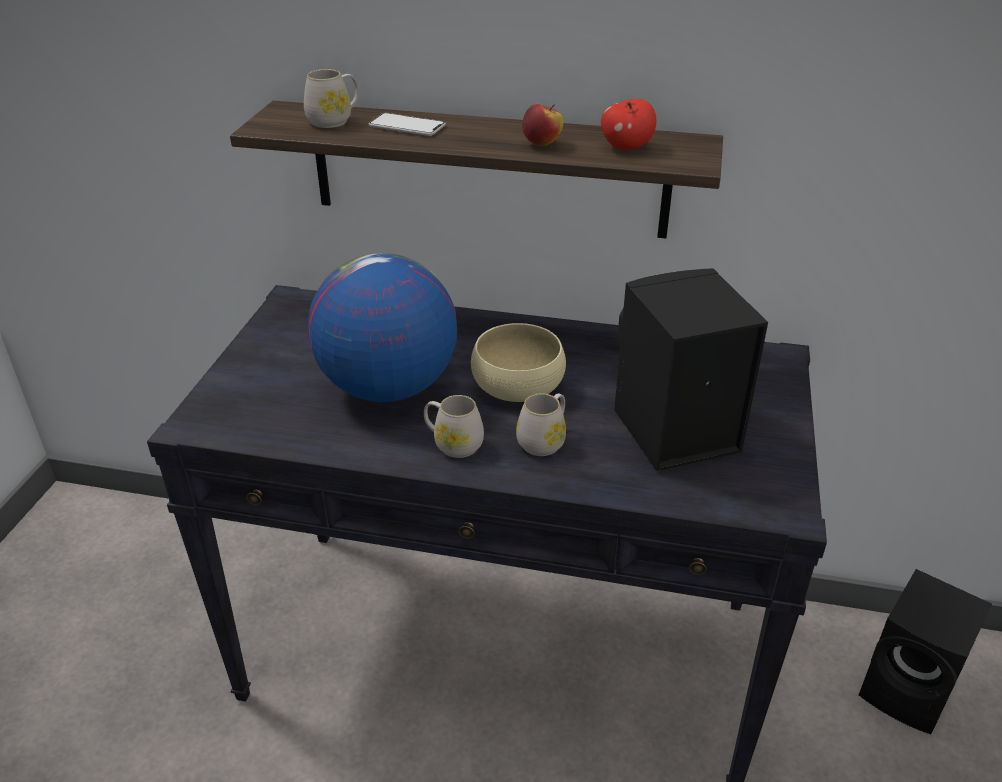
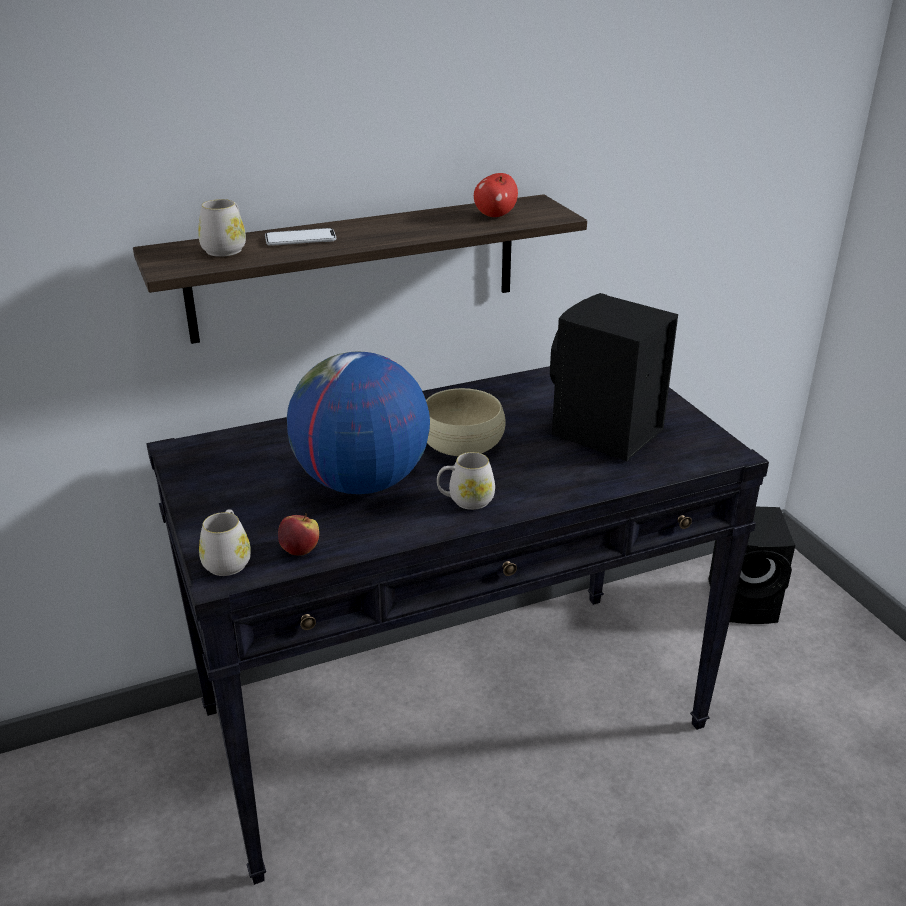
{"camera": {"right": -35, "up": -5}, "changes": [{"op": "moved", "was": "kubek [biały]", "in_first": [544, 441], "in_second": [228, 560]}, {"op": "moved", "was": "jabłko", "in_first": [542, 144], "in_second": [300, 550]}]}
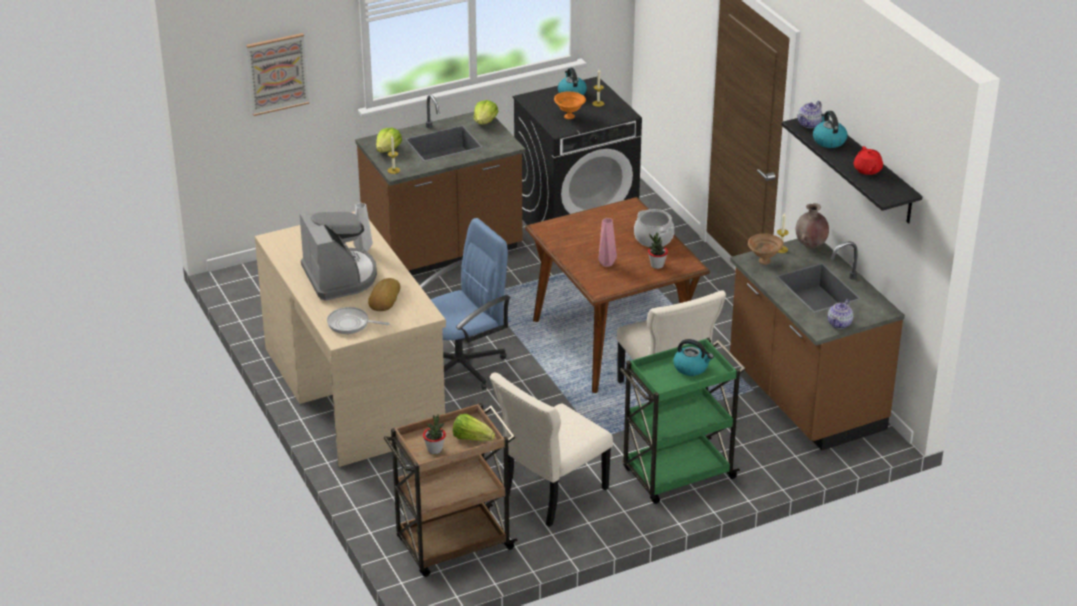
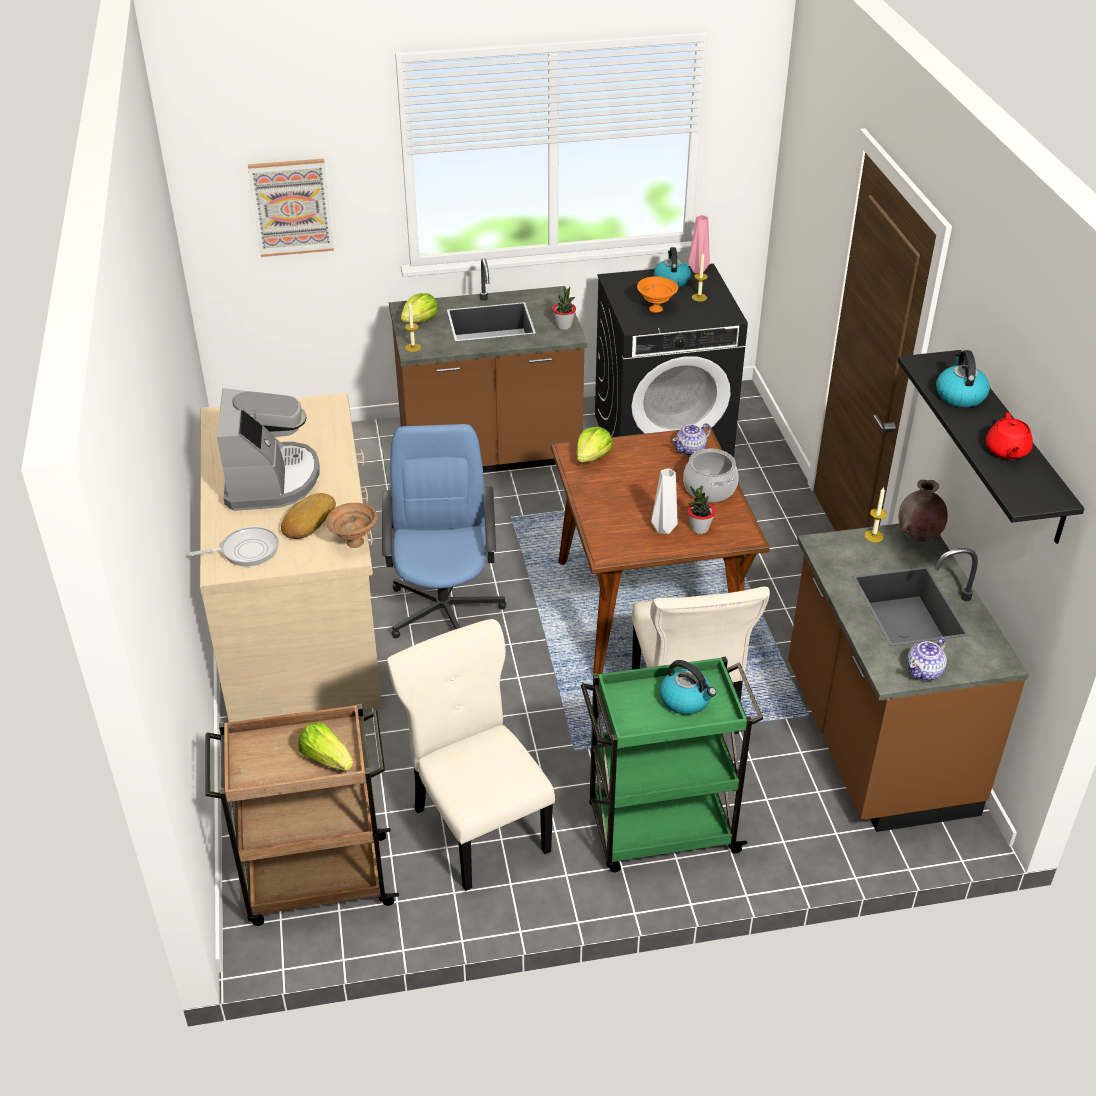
{"camera": {"right": 15, "up": 5}, "changes": [{"op": "moved", "was": "wazon [biały]", "in_first": [364, 249], "in_second": [665, 529]}, {"op": "moved", "was": "roślina doniczkowa", "in_first": [434, 449], "in_second": [564, 326]}, {"op": "moved", "was": "sałata", "in_first": [485, 122], "in_second": [592, 457]}, {"op": "moved", "was": "wazon [różowy]", "in_first": [606, 264], "in_second": [698, 271]}, {"op": "moved", "was": "miska [brązowy]", "in_first": [764, 262], "in_second": [354, 543]}, {"op": "moved", "was": "imbryk", "in_first": [809, 124], "in_second": [691, 450]}, {"op": "turned", "was": "patelnia", "in_first": [351, 324], "in_second": [246, 551], "clockwise": 135}, {"op": "turned", "was": "krzesło biurowe [niebieski]", "in_first": [461, 365], "in_second": [445, 609], "clockwise": -75}, {"op": "turned", "was": "krzesło [beżowy]", "in_first": [551, 494], "in_second": [479, 825], "clockwise": 90}]}
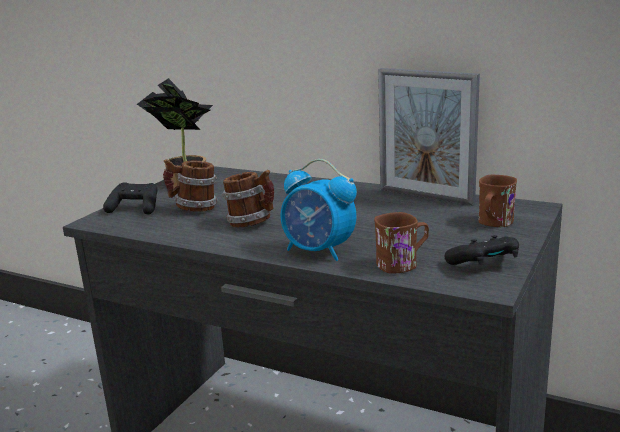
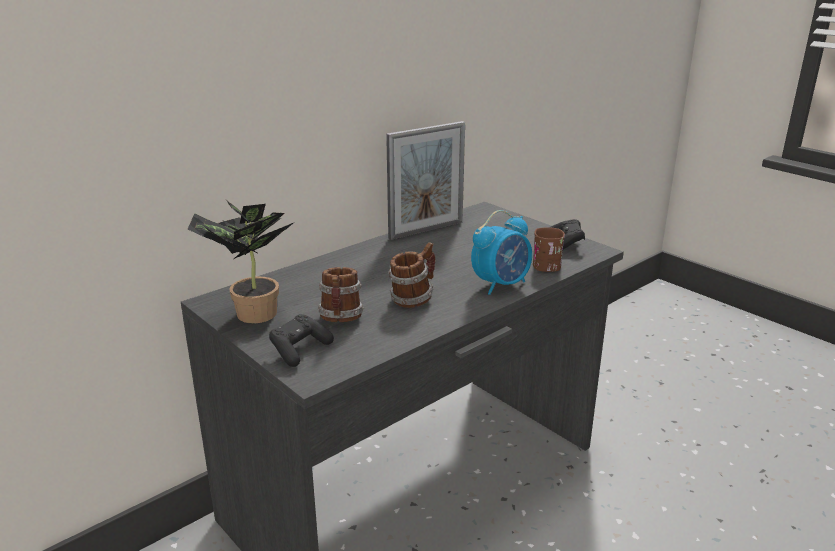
{"camera": {"right": -70, "up": 5}, "changes": [{"op": "removed", "was": "kubek [brązowy]", "in_first": [493, 223]}]}
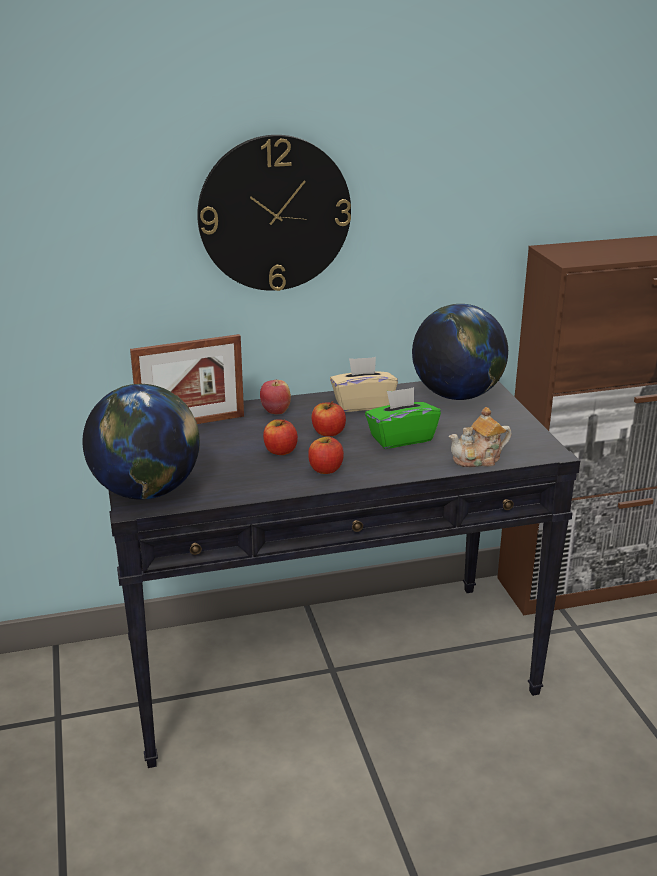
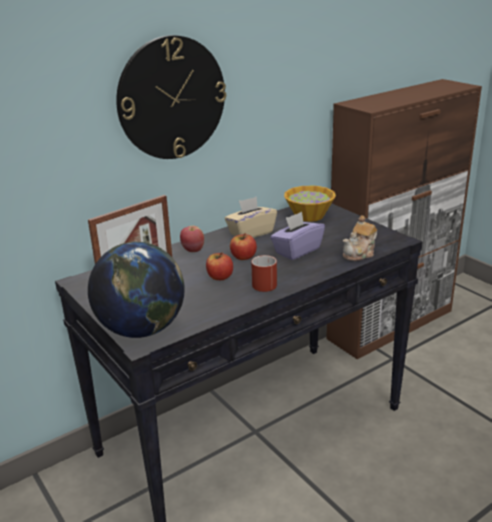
{"camera": {"right": -20, "up": 0}, "changes": [{"op": "replaced", "was": "jabłko", "now": "kubek [czerwony]", "in_first": [325, 469], "in_second": [263, 283]}, {"op": "replaced", "was": "globus", "now": "miska", "in_first": [457, 396], "in_second": [309, 215]}, {"op": "recoloured", "was": "pudełko chusteczek [zielony]", "now": "pudełko chusteczek [fioletowy]", "in_first": [401, 438], "in_second": [297, 251]}]}
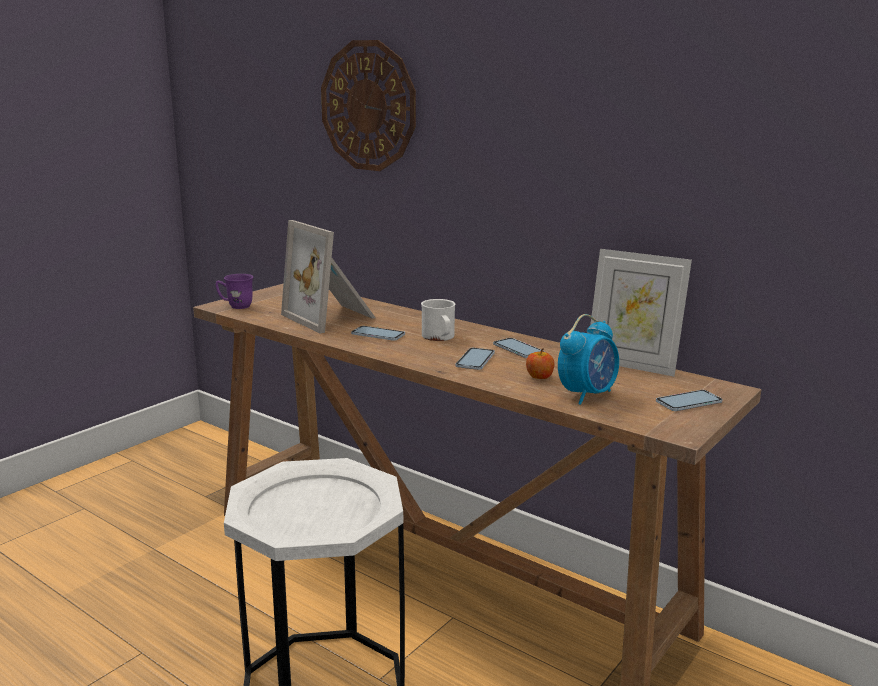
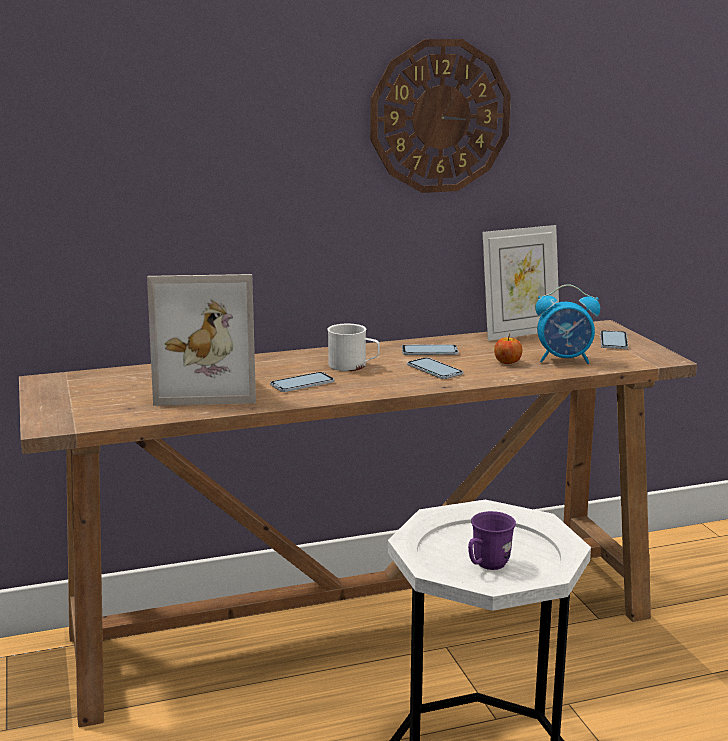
{"camera": {"right": -55, "up": 0}, "changes": [{"op": "moved", "was": "kubek [fioletowy]", "in_first": [235, 306], "in_second": [486, 566]}, {"op": "moved", "was": "zegar ścienny", "in_first": [368, 106], "in_second": [440, 116]}, {"op": "turned", "was": "budzik", "in_first": [587, 394], "in_second": [564, 360], "clockwise": 105}]}
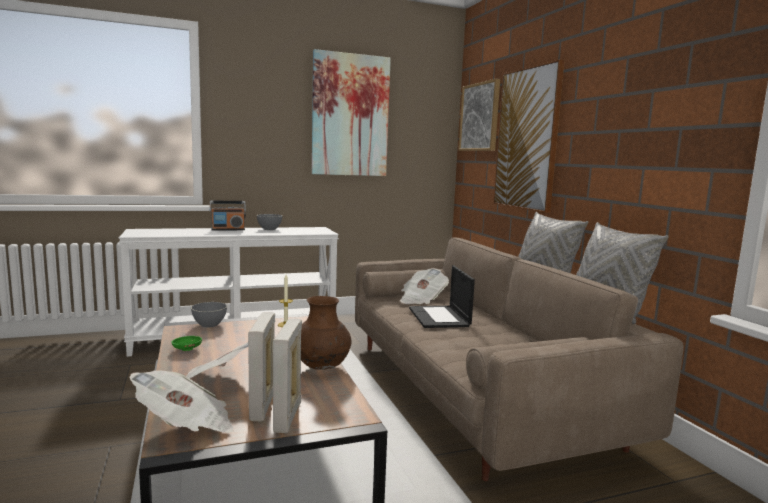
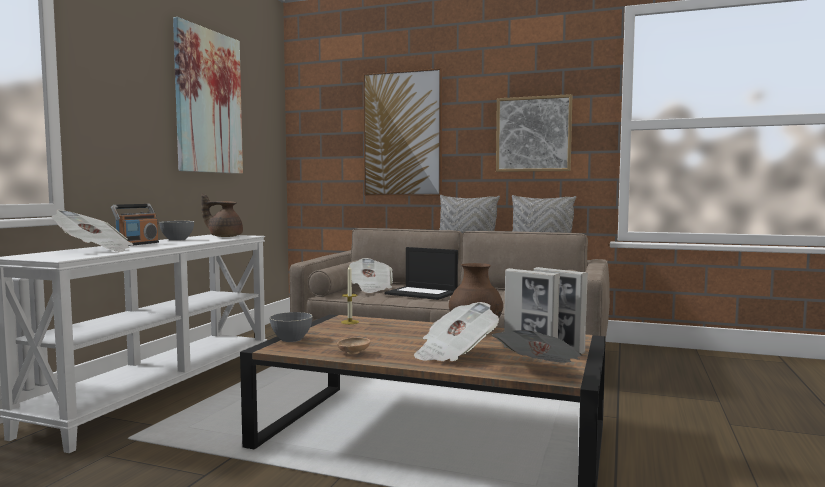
{"camera": {"right": -50, "up": -5}, "changes": [{"op": "added", "now": "gazeta", "in_second": [95, 250]}, {"op": "added", "now": "imbryk [brązowy]", "in_second": [224, 236]}, {"op": "moved", "was": "obraz", "in_first": [479, 117], "in_second": [533, 134]}, {"op": "recoloured", "was": "miska [zielony]", "now": "miska [brązowy]", "in_first": [187, 350], "in_second": [353, 353]}]}
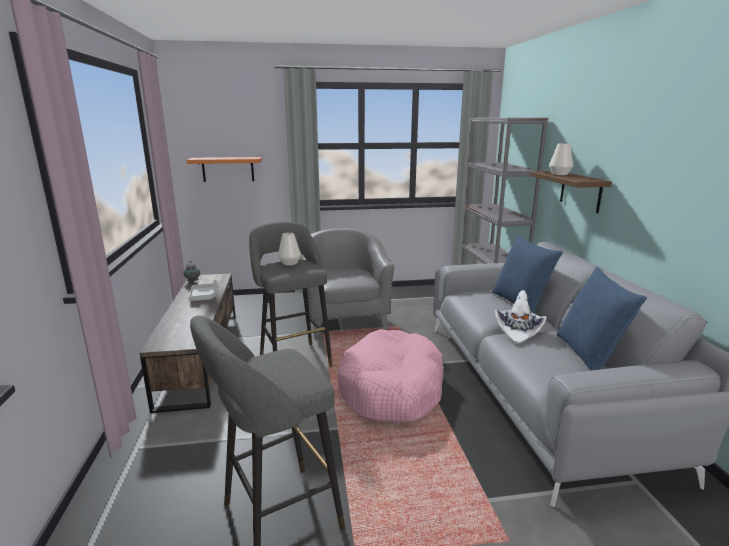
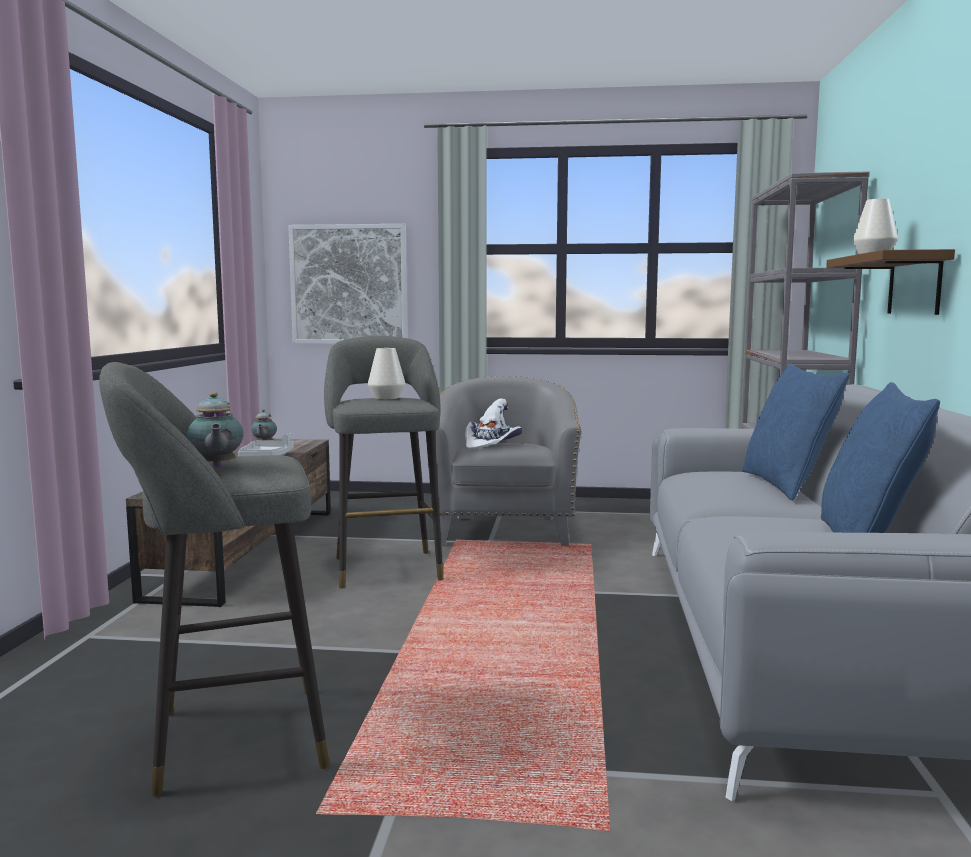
{"camera": {"right": 15, "up": -10}, "changes": [{"op": "removed", "was": "legowisko [różowy]", "in_first": [392, 389]}, {"op": "added", "now": "imbryk", "in_second": [216, 467]}, {"op": "moved", "was": "kapelusz [biały]", "in_first": [518, 330], "in_second": [491, 444]}, {"op": "replaced", "was": "półka [pomarańczowy]", "now": "obraz", "in_first": [228, 169], "in_second": [349, 285]}]}
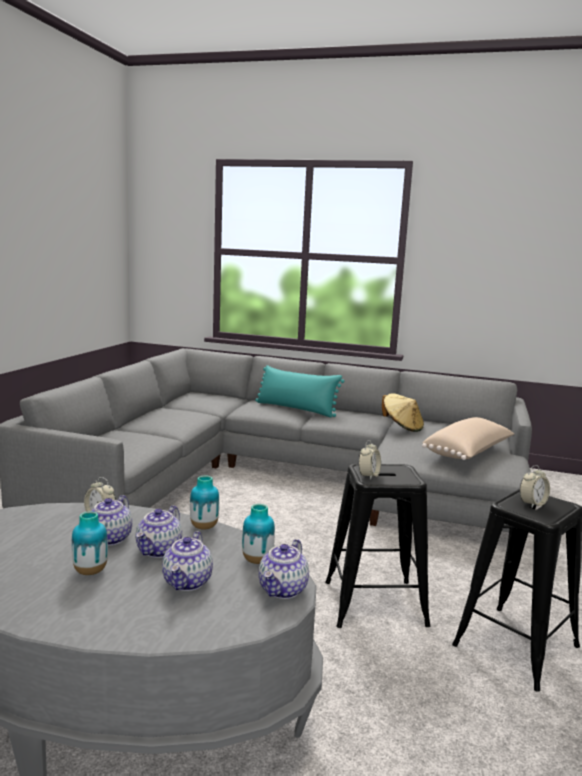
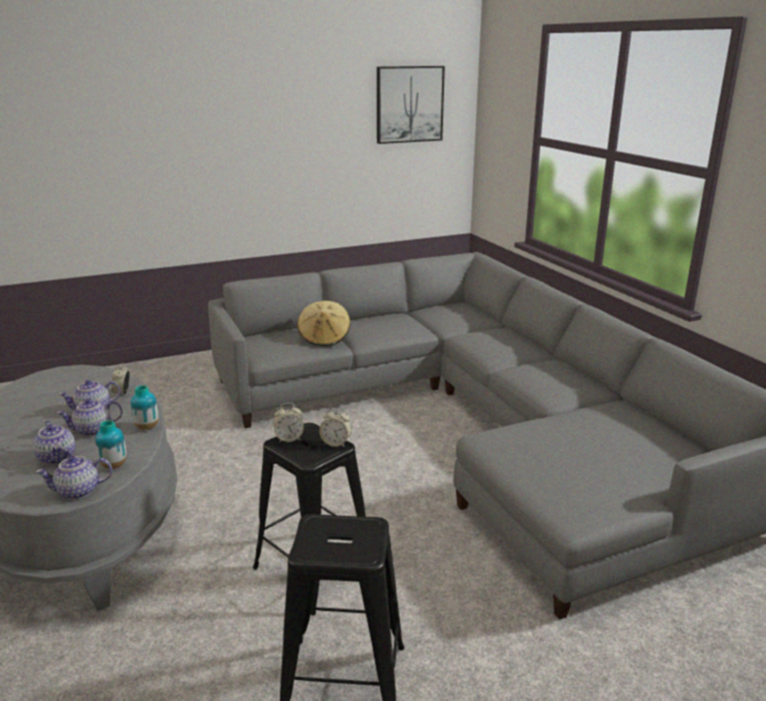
{"camera": {"right": 50, "up": 10}, "changes": [{"op": "removed", "was": "wazon", "in_first": [90, 571]}, {"op": "removed", "was": "poduszka [turkusowy]", "in_first": [296, 409]}, {"op": "removed", "was": "poduszka [beżowy]", "in_first": [469, 453]}, {"op": "added", "now": "obraz", "in_second": [409, 104]}, {"op": "moved", "was": "kapelusz [beżowy]", "in_first": [402, 427], "in_second": [324, 338]}, {"op": "moved", "was": "budzik", "in_first": [532, 504], "in_second": [336, 443]}, {"op": "turned", "was": "imbryk", "in_first": [188, 582], "in_second": [57, 457], "clockwise": -90}]}
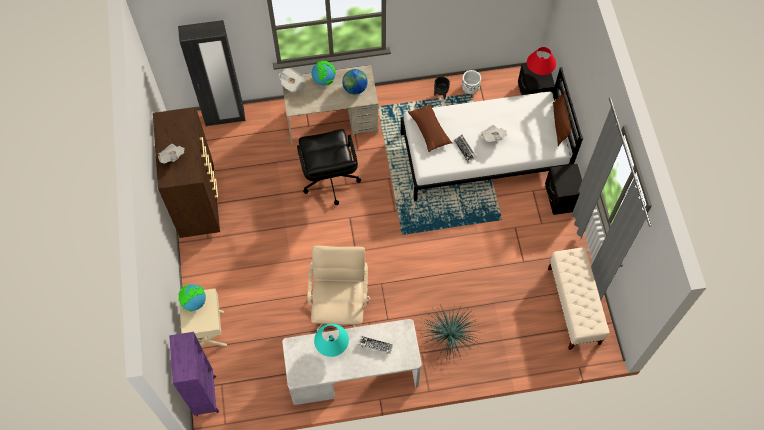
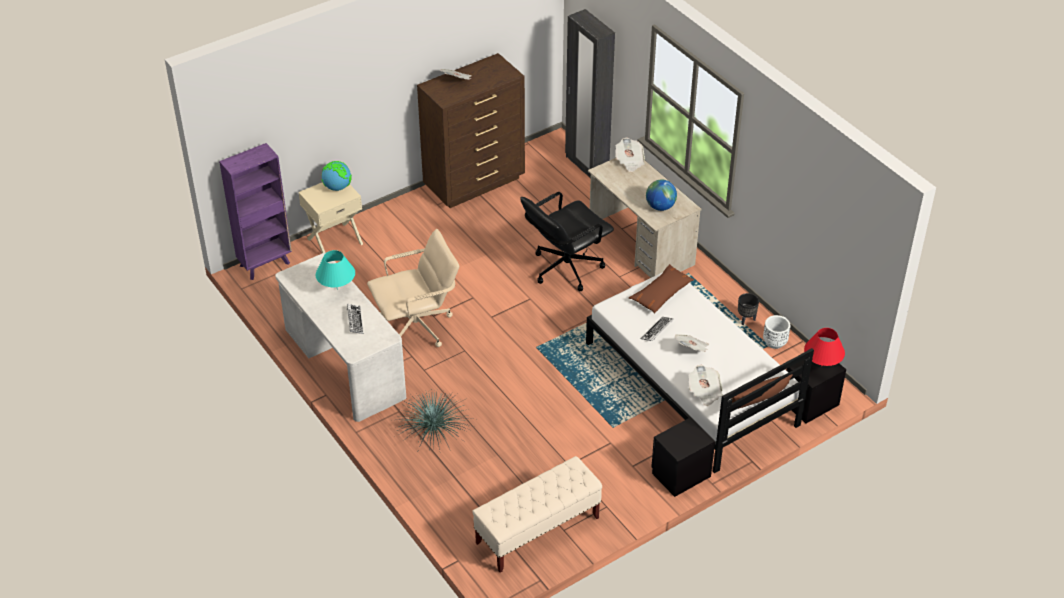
{"camera": {"right": 65, "up": -20}, "changes": [{"op": "removed", "was": "globus", "in_first": [324, 80]}, {"op": "added", "now": "gazeta", "in_second": [704, 392]}]}
